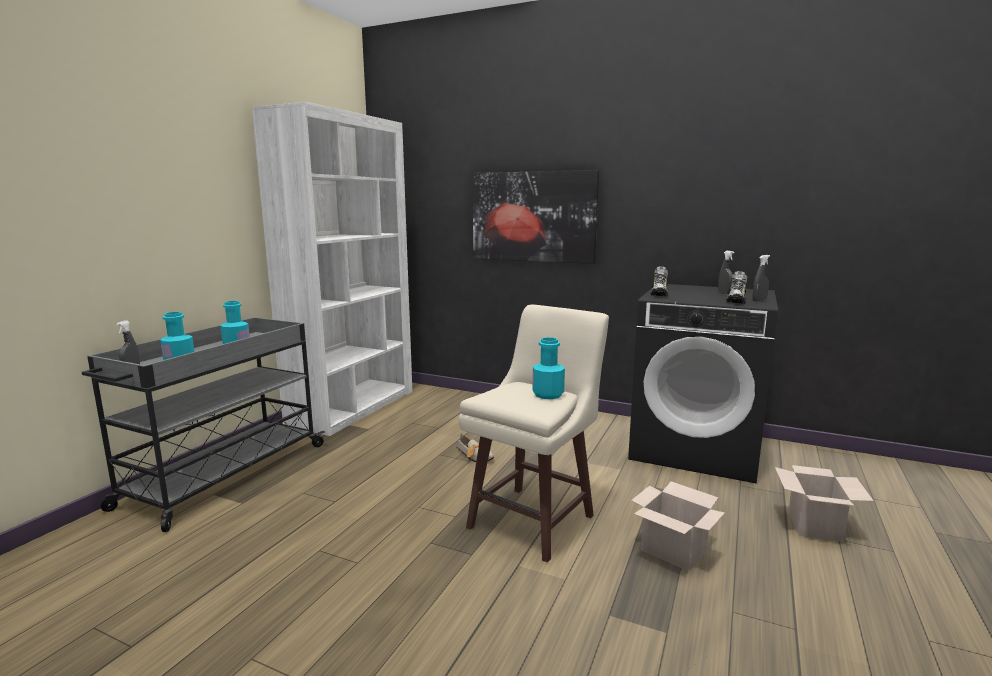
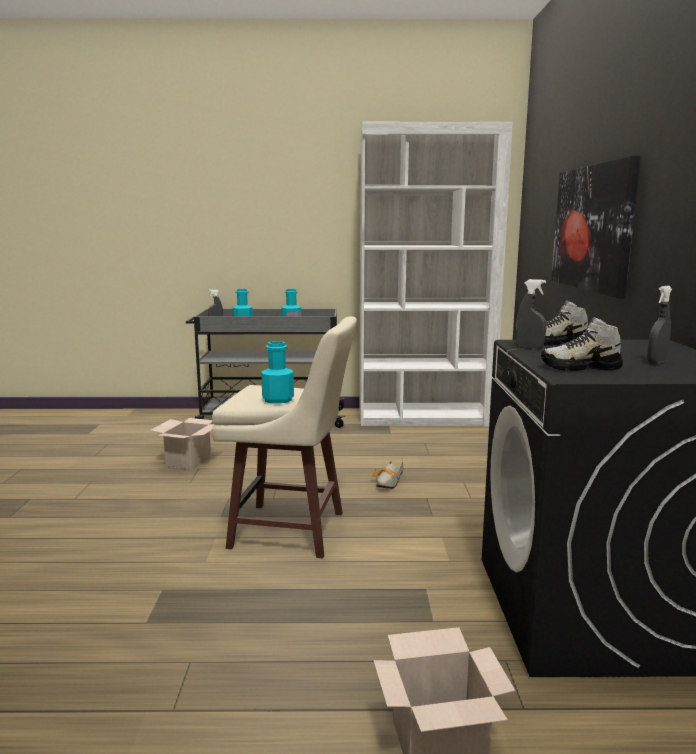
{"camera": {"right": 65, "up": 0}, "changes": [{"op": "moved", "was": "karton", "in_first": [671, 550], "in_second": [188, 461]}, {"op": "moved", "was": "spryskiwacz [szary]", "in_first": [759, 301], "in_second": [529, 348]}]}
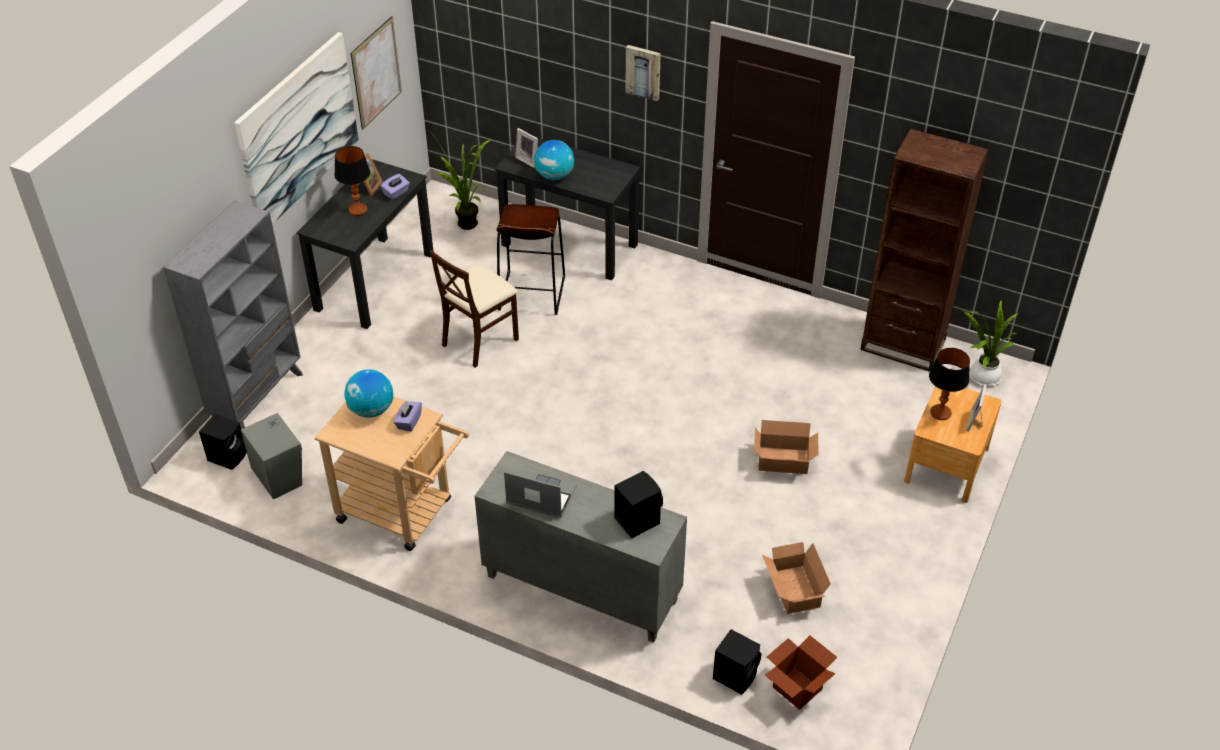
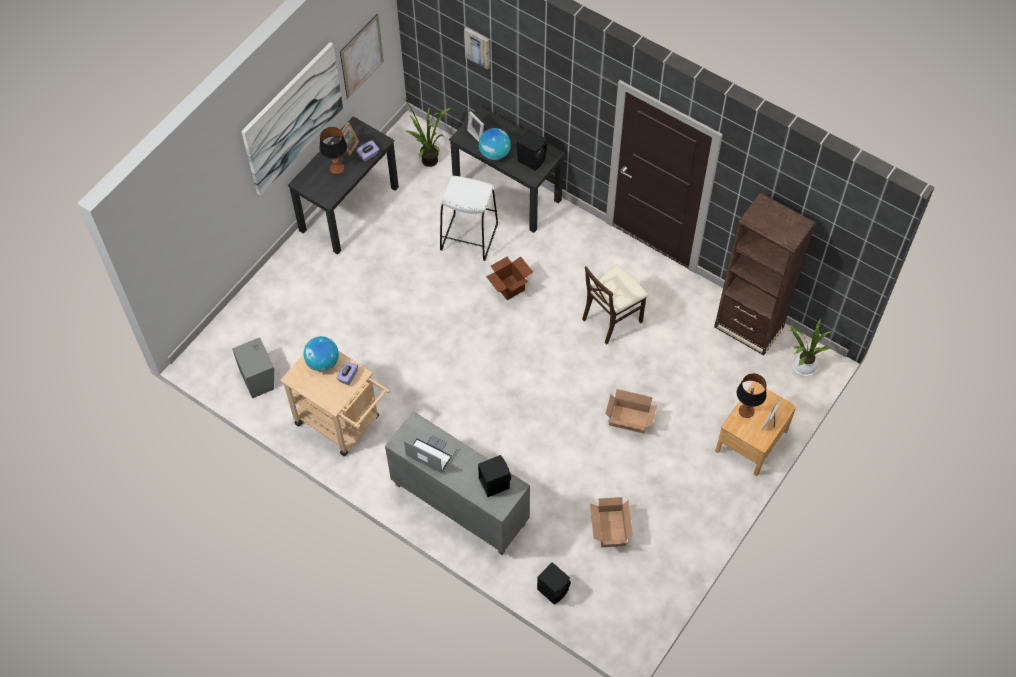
{"camera": {"right": 10, "up": 15}, "changes": [{"op": "removed", "was": "regał [szary]", "in_first": [258, 398]}, {"op": "moved", "was": "głośnik [czarny]", "in_first": [228, 456], "in_second": [532, 159]}, {"op": "moved", "was": "krzesło [beżowy]", "in_first": [480, 340], "in_second": [612, 319]}, {"op": "moved", "was": "obraz", "in_first": [643, 71], "in_second": [478, 47]}, {"op": "moved", "was": "karton", "in_first": [797, 688], "in_second": [510, 287]}, {"op": "recoloured", "was": "stołek [brązowy]", "now": "stołek [biały]", "in_first": [531, 293], "in_second": [468, 237]}]}
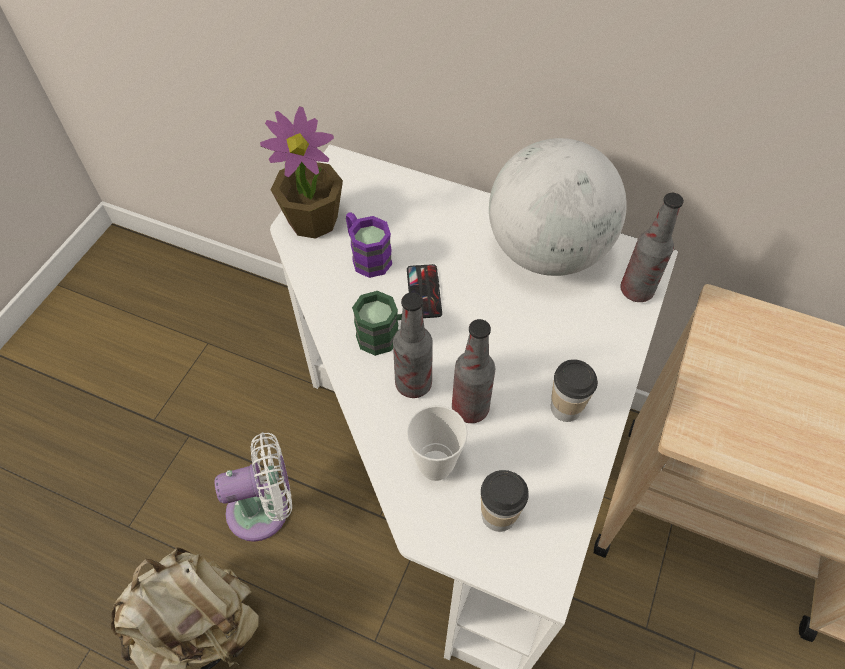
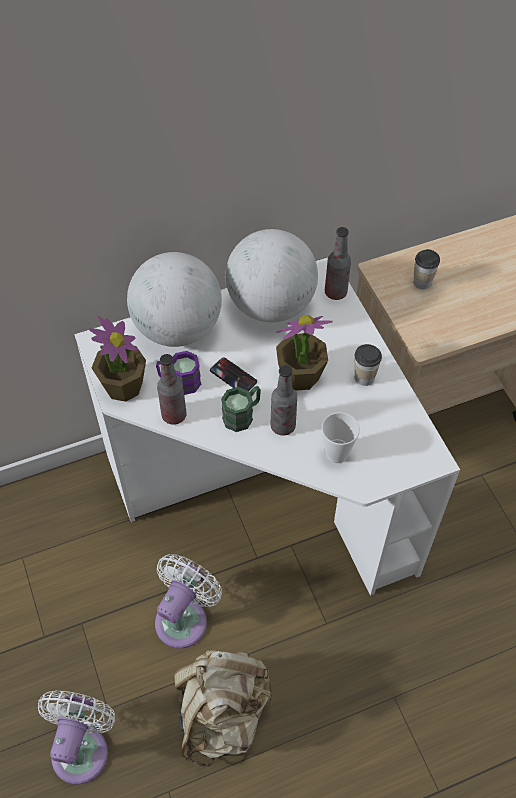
{"camera": {"right": -45, "up": 0}, "changes": [{"op": "added", "now": "wentylator [biały]", "in_second": [82, 747]}, {"op": "added", "now": "globus", "in_second": [177, 328]}, {"op": "added", "now": "roślina doniczkowa", "in_second": [300, 376]}, {"op": "moved", "was": "butelka", "in_first": [470, 408], "in_second": [174, 415]}, {"op": "moved", "was": "filiżanka", "in_first": [498, 515], "in_second": [422, 282]}]}
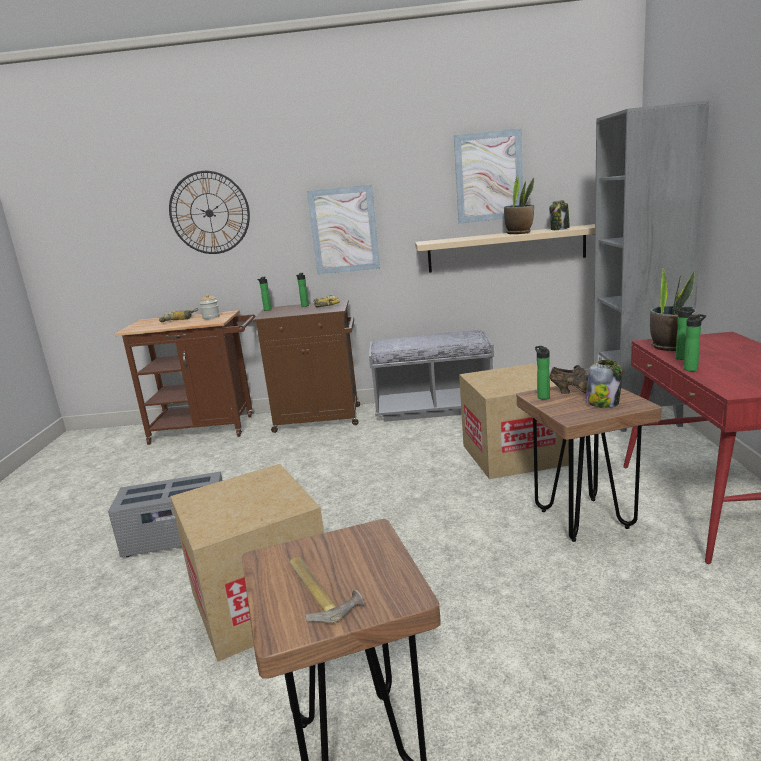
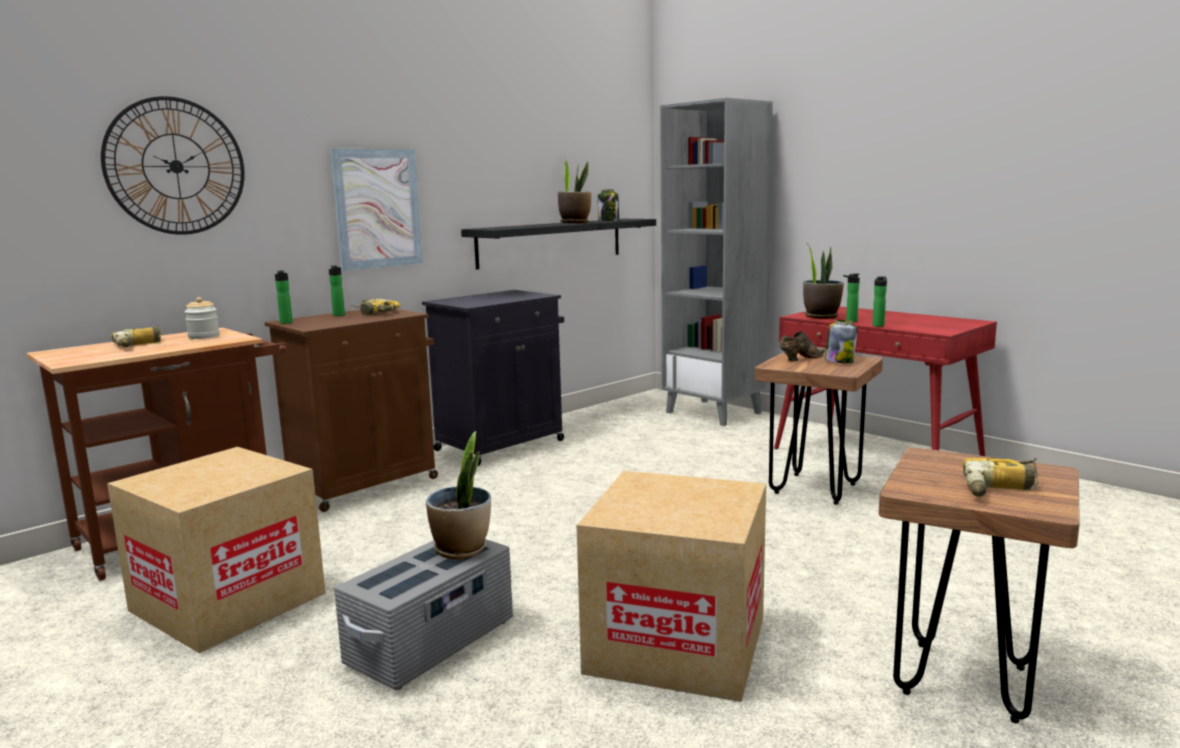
{"camera": {"right": -45, "up": -5}, "changes": [{"op": "removed", "was": "obraz", "in_first": [489, 177]}, {"op": "removed", "was": "butelka", "in_first": [542, 396]}, {"op": "added", "now": "roślina doniczkowa", "in_second": [462, 549]}, {"op": "moved", "was": "karton", "in_first": [513, 455], "in_second": [228, 602]}, {"op": "replaced", "was": "młotek", "now": "wiertarka", "in_first": [320, 591], "in_second": [1001, 488]}, {"op": "replaced", "was": "ławka [szary]", "now": "szafka [czarny]", "in_first": [433, 408], "in_second": [502, 445]}, {"op": "recoloured", "was": "półka [beżowy]", "now": "półka [czarny]", "in_first": [506, 249], "in_second": [551, 242]}]}
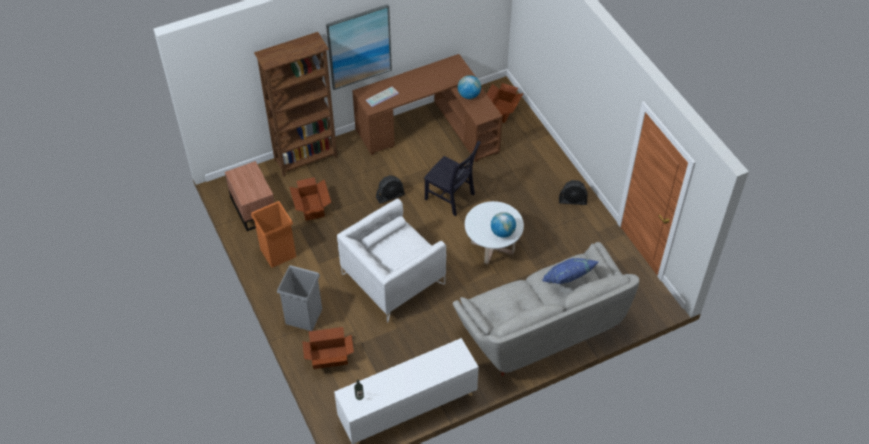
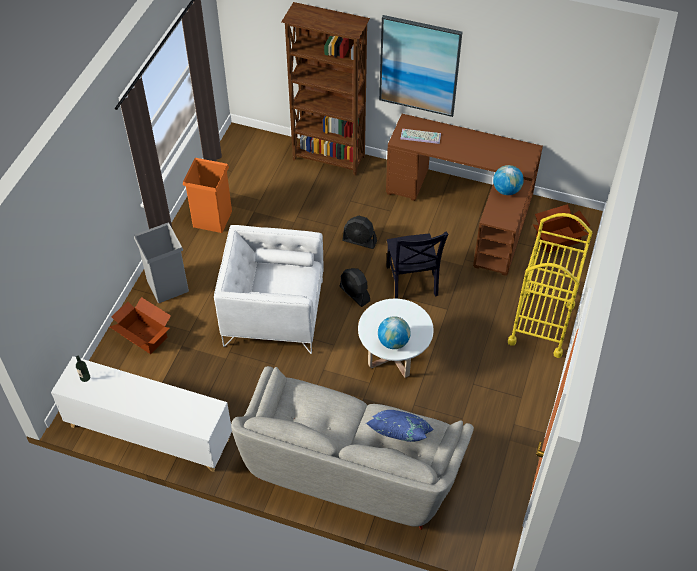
{"camera": {"right": 45, "up": 0}, "changes": [{"op": "removed", "was": "szafka nocna [brązowy]", "in_first": [254, 208]}, {"op": "removed", "was": "karton", "in_first": [312, 206]}, {"op": "added", "now": "wózek [żółty]", "in_second": [541, 324]}, {"op": "moved", "was": "wentylator [czarny]", "in_first": [573, 200], "in_second": [354, 294]}]}
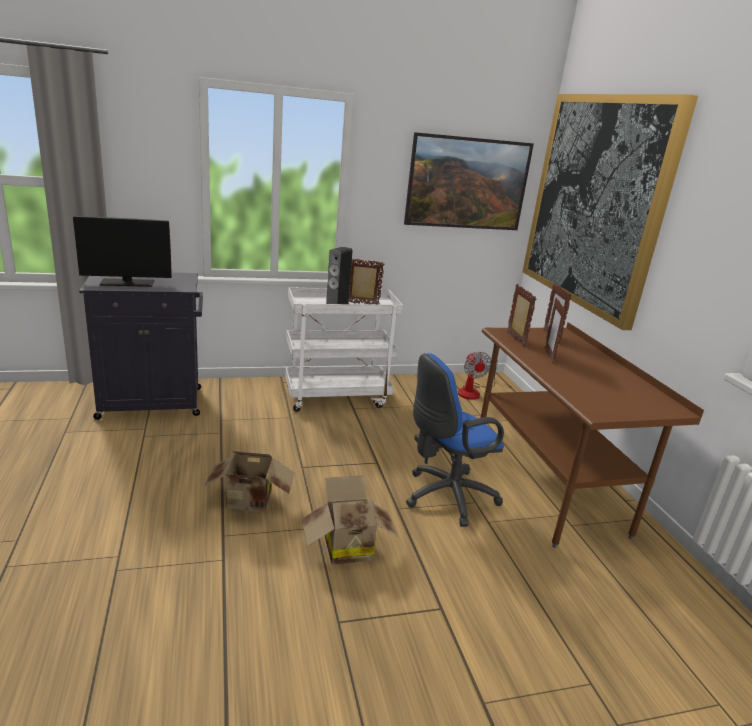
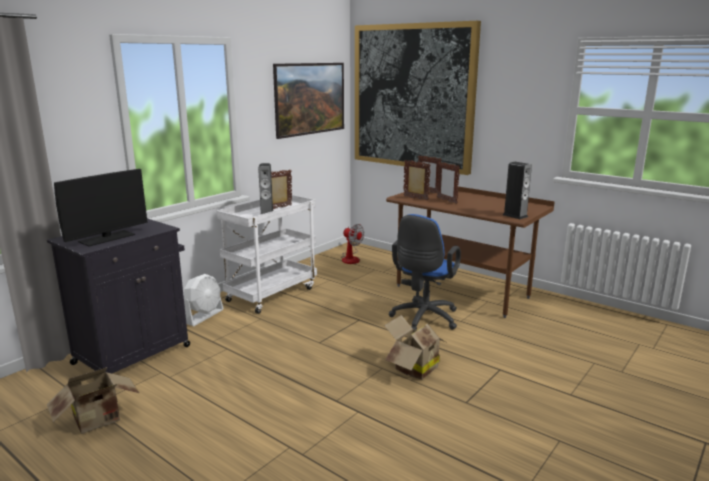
{"camera": {"right": -35, "up": -5}, "changes": [{"op": "added", "now": "wentylator [biały]", "in_second": [203, 316]}, {"op": "added", "now": "głośnik", "in_second": [515, 215]}, {"op": "moved", "was": "karton", "in_first": [250, 503], "in_second": [99, 421]}]}
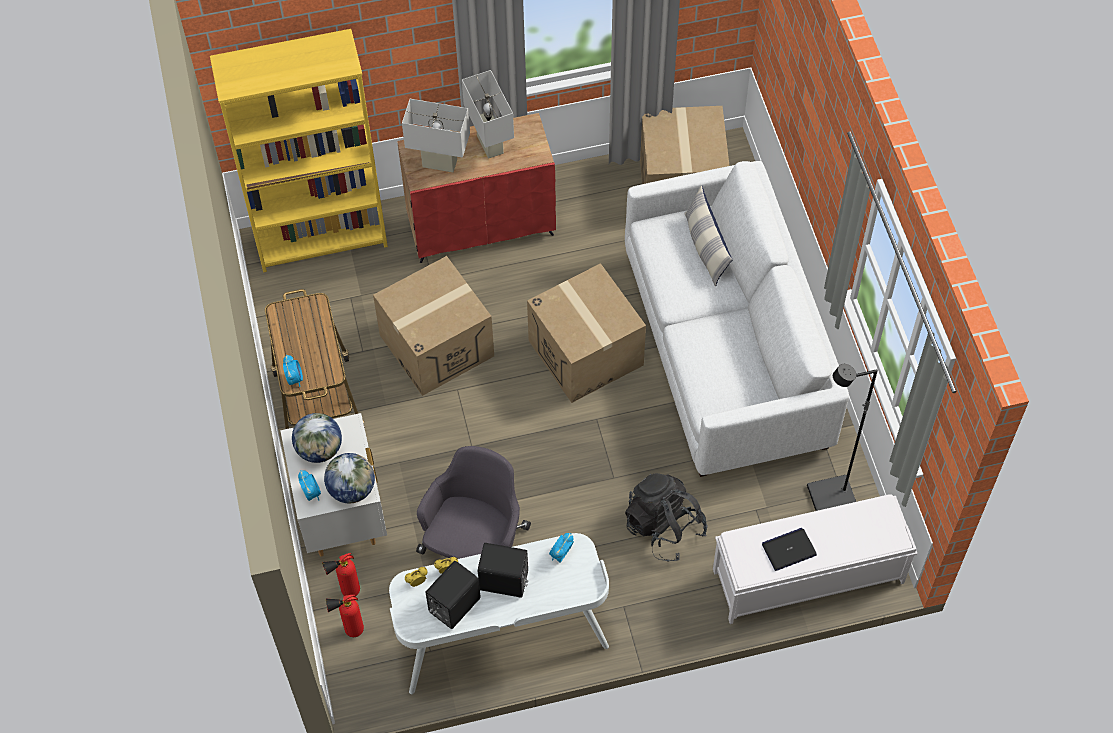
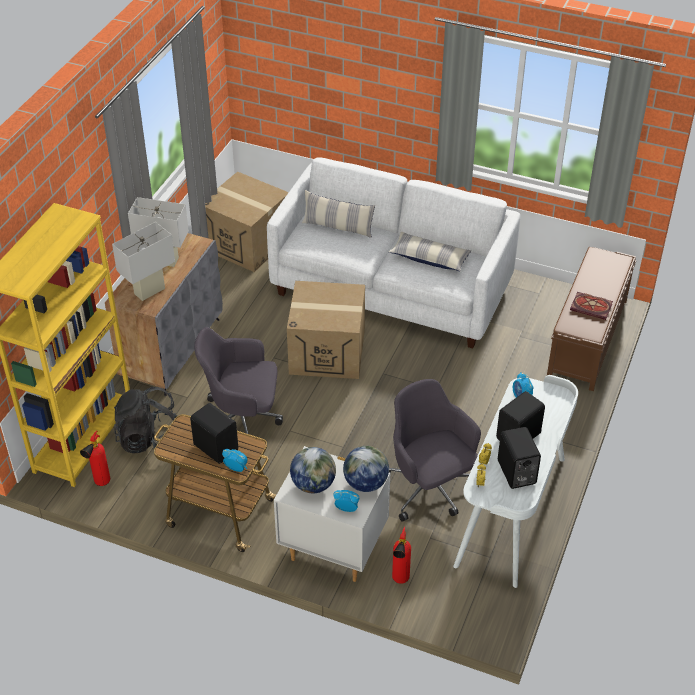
{"camera": {"right": -55, "up": -15}, "changes": [{"op": "removed", "was": "lampa stojąca [czarny]", "in_first": [830, 496]}, {"op": "added", "now": "głośnik [czarny]", "in_second": [216, 447]}, {"op": "added", "now": "poduszka", "in_second": [429, 258]}, {"op": "moved", "was": "gaśnica", "in_first": [349, 630], "in_second": [100, 484]}, {"op": "moved", "was": "plecak [czarny]", "in_first": [664, 527], "in_second": [149, 440]}, {"op": "replaced", "was": "karton", "now": "krzesło biurowe [szary]", "in_first": [437, 345], "in_second": [242, 422]}, {"op": "replaced", "was": "laptop", "now": "książka", "in_first": [789, 549], "in_second": [592, 307]}, {"op": "recoloured", "was": "szafka [czerwony]", "now": "szafka [szary]", "in_first": [482, 226], "in_second": [172, 349]}, {"op": "recoloured", "was": "ławka [biały]", "now": "ławka [brązowy]", "in_first": [806, 576], "in_second": [587, 339]}]}
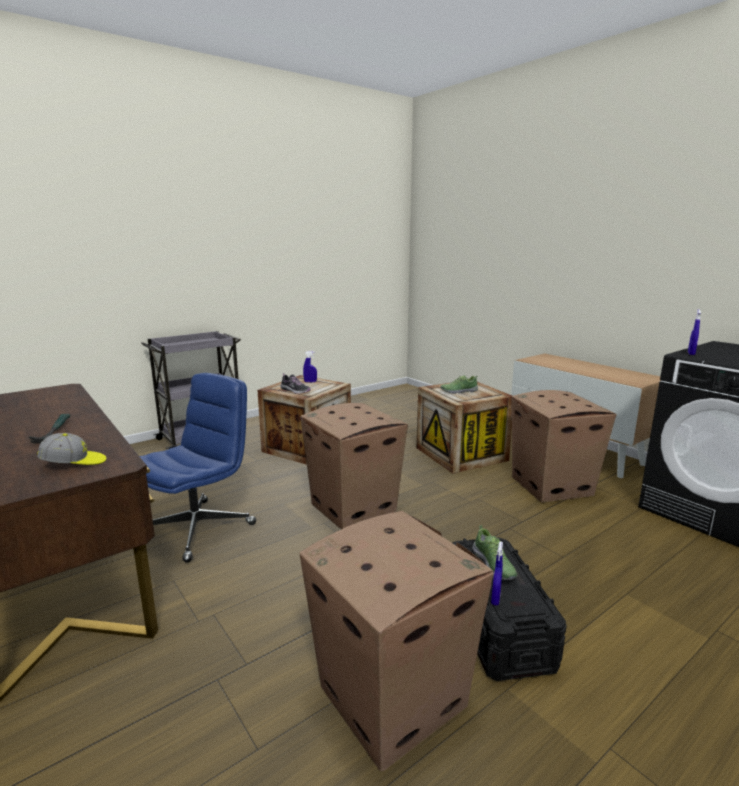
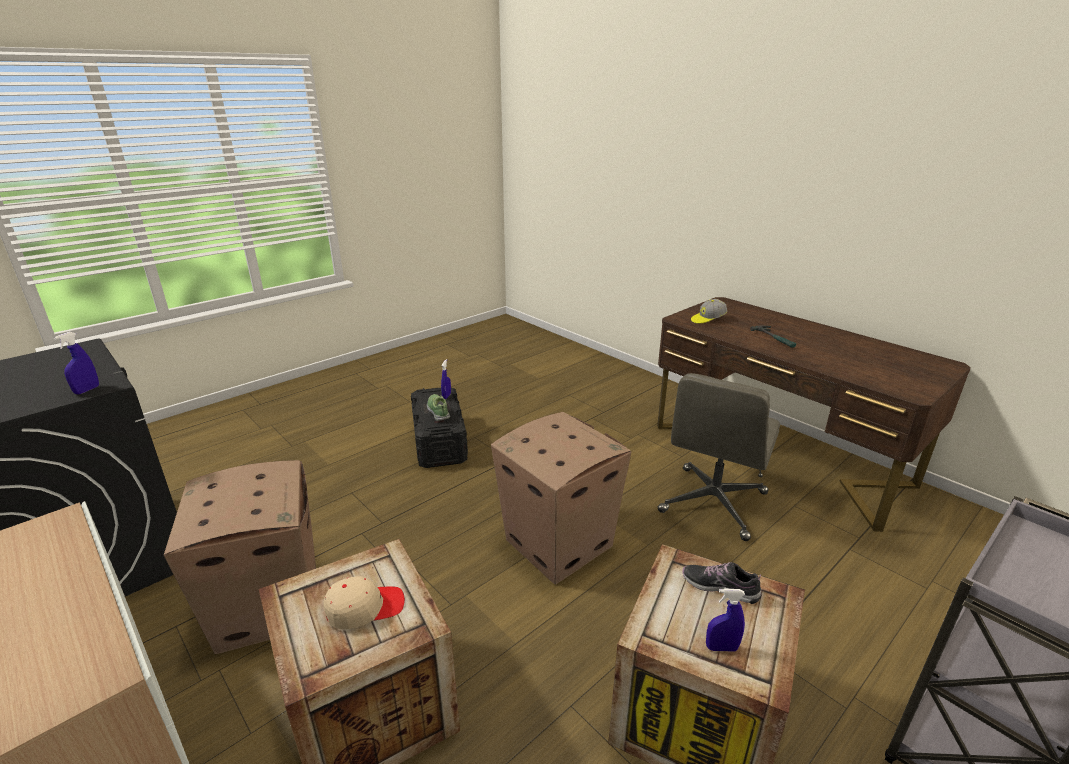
{"camera": {"right": 175, "up": 10}, "changes": [{"op": "removed", "was": "karton", "in_first": [391, 695]}, {"op": "replaced", "was": "but", "now": "czapka z daszkiem [beżowy]", "in_first": [458, 391], "in_second": [364, 608]}, {"op": "recoloured", "was": "krzesło biurowe [niebieski]", "now": "krzesło biurowe [szary]", "in_first": [198, 528], "in_second": [713, 503]}]}
